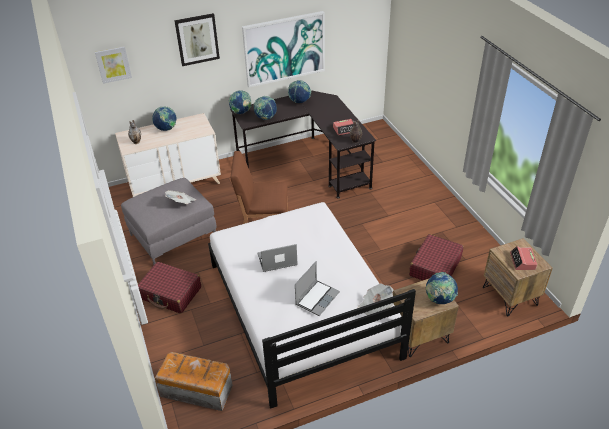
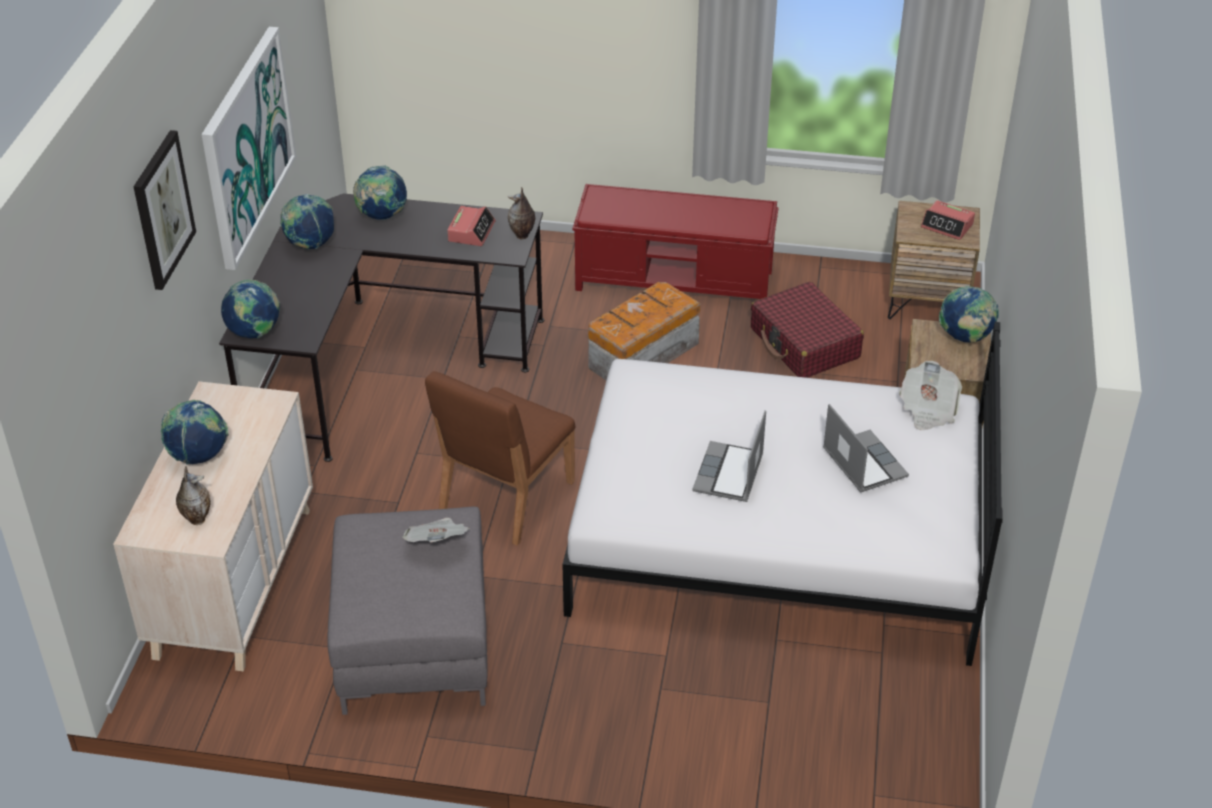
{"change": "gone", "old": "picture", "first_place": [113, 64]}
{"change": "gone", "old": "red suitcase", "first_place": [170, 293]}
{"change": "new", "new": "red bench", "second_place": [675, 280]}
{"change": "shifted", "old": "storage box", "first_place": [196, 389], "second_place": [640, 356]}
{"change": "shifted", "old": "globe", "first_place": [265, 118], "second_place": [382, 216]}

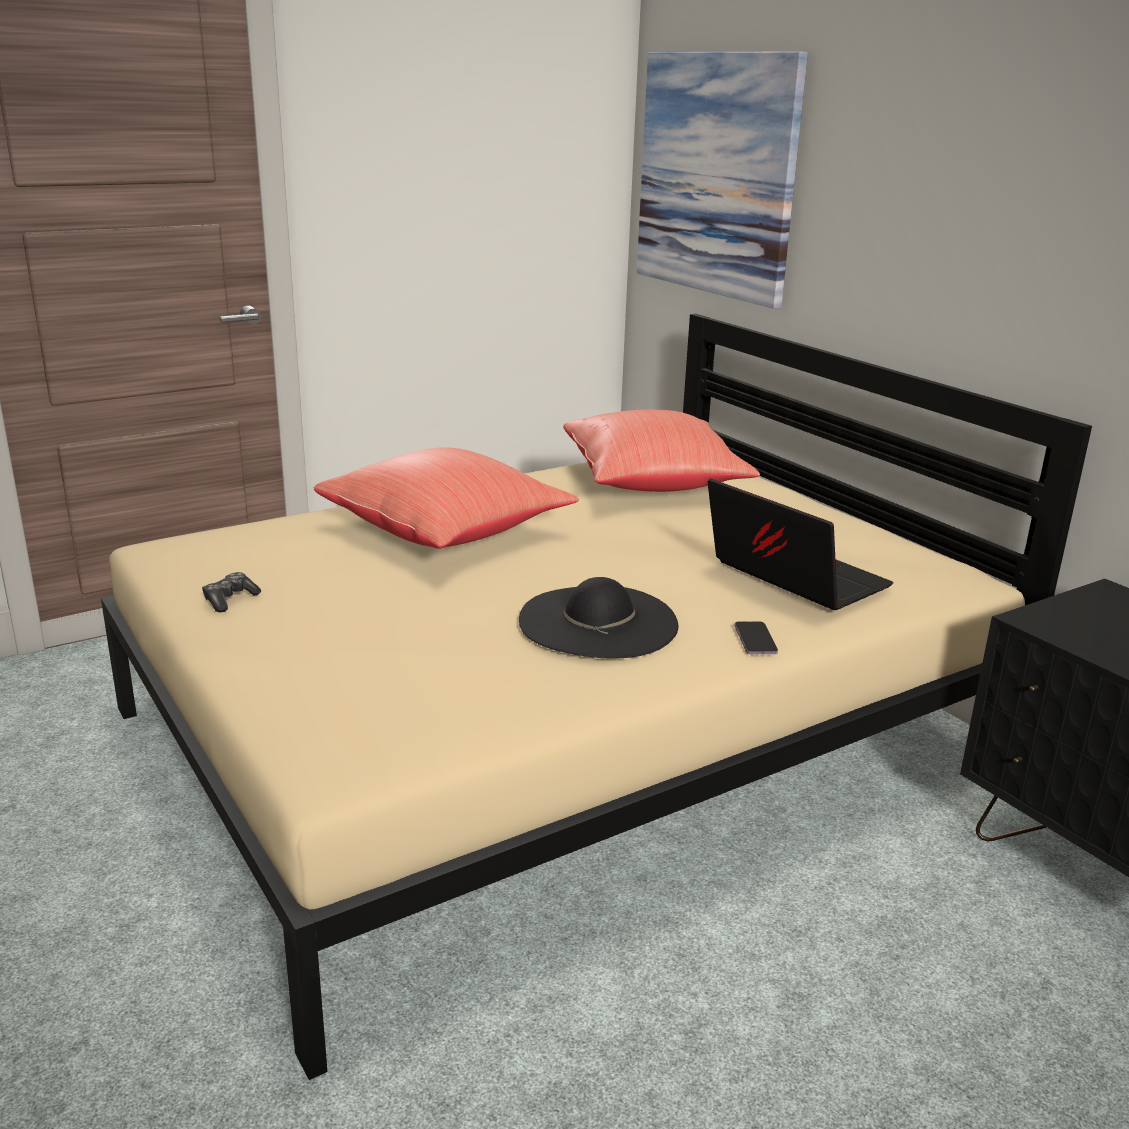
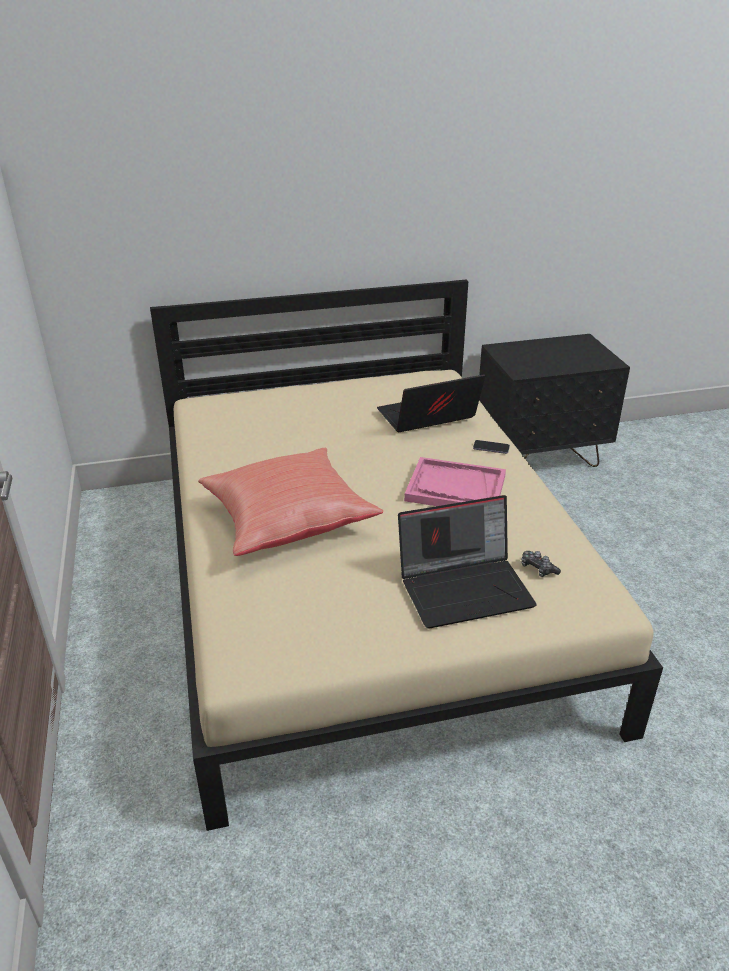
{"change": "gone", "old": "red pillow", "first_place": [654, 483]}
{"change": "gone", "old": "picture", "first_place": [716, 175]}
{"change": "new", "new": "laptop", "second_place": [465, 587]}
{"change": "shifted", "old": "game controller", "first_place": [230, 600], "second_place": [538, 569]}
{"change": "swapped", "old": "black hat", "new": "pink tray", "first_place": [598, 621], "second_place": [455, 488]}

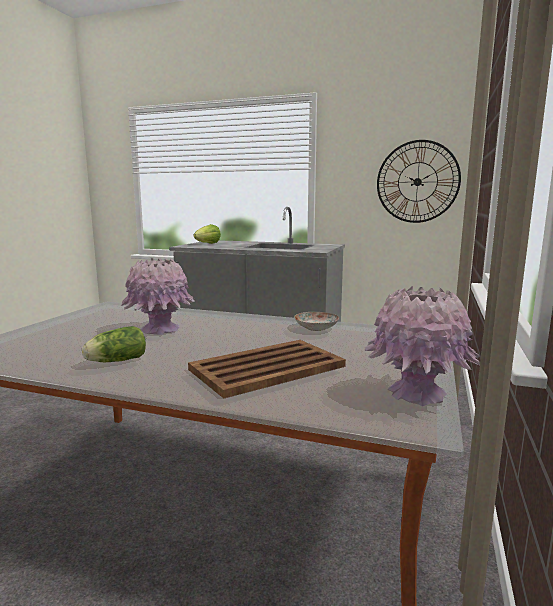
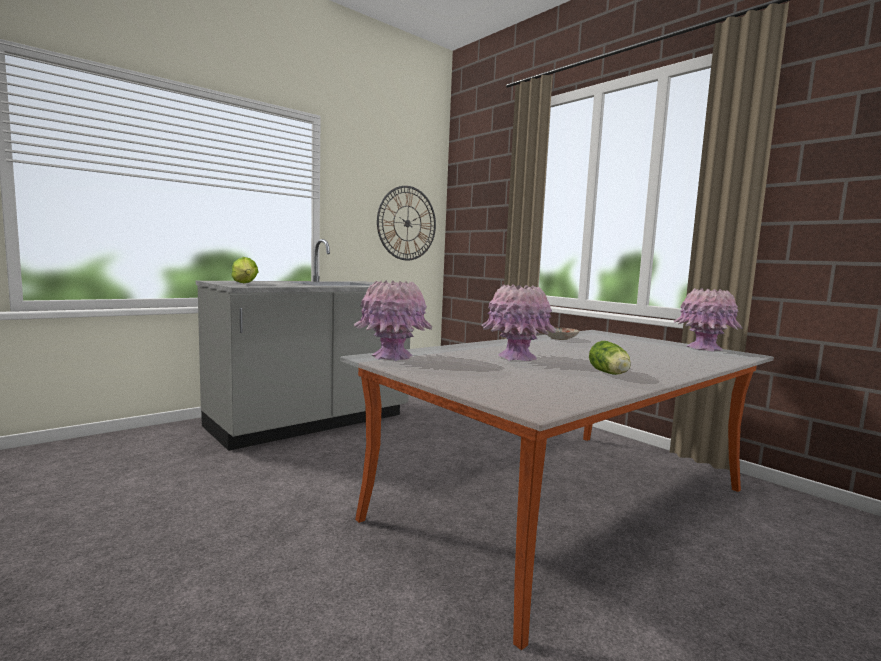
{"change": "gone", "old": "brown tray", "first_place": [269, 368]}
{"change": "new", "new": "pink vase", "second_place": [392, 356]}

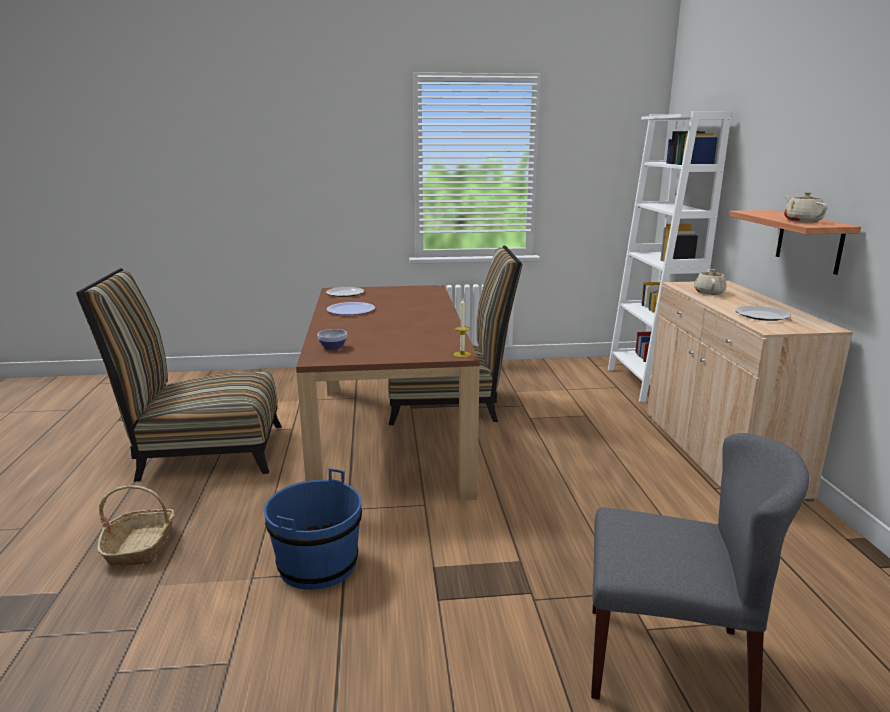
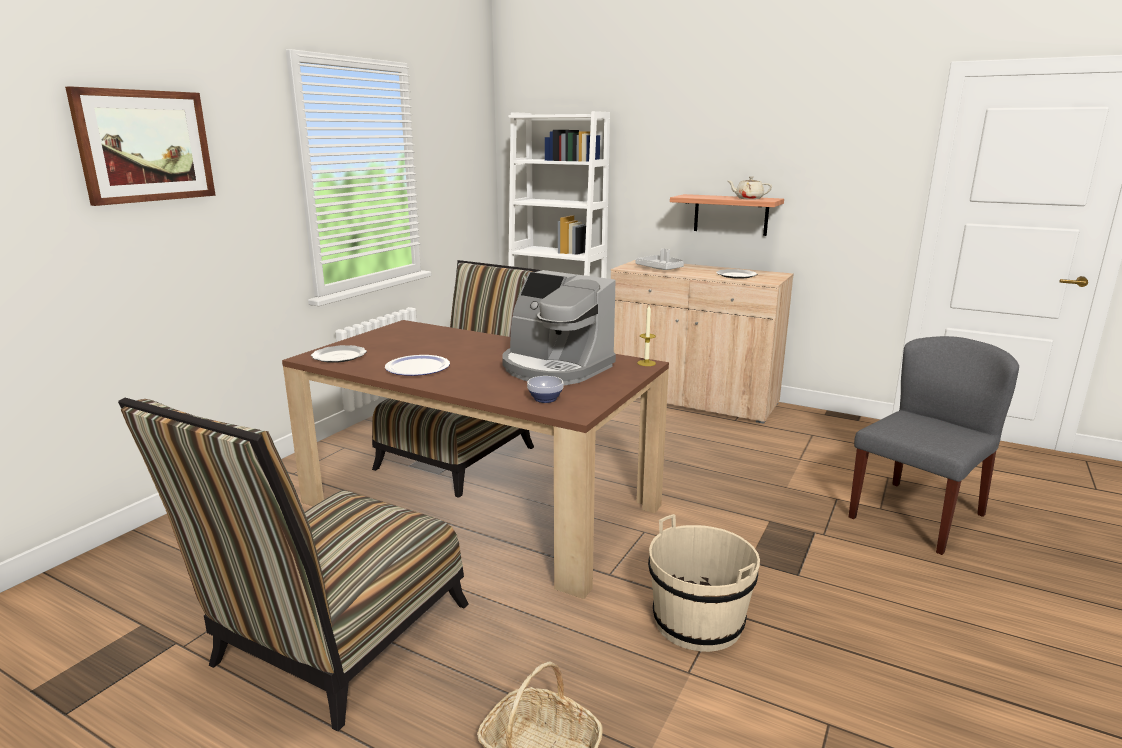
{"change": "new", "new": "picture", "second_place": [145, 146]}
{"change": "new", "new": "coffee machine", "second_place": [555, 368]}
{"change": "swapped", "old": "beige teapot", "new": "grey tray", "first_place": [709, 292], "second_place": [660, 269]}
{"change": "repainted", "old": "blue bucket", "new": "beige bucket", "first_place": [318, 565], "second_place": [698, 622]}

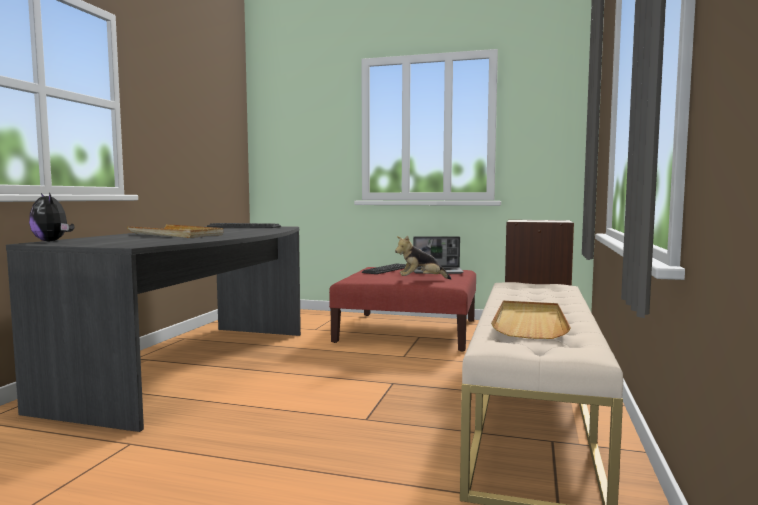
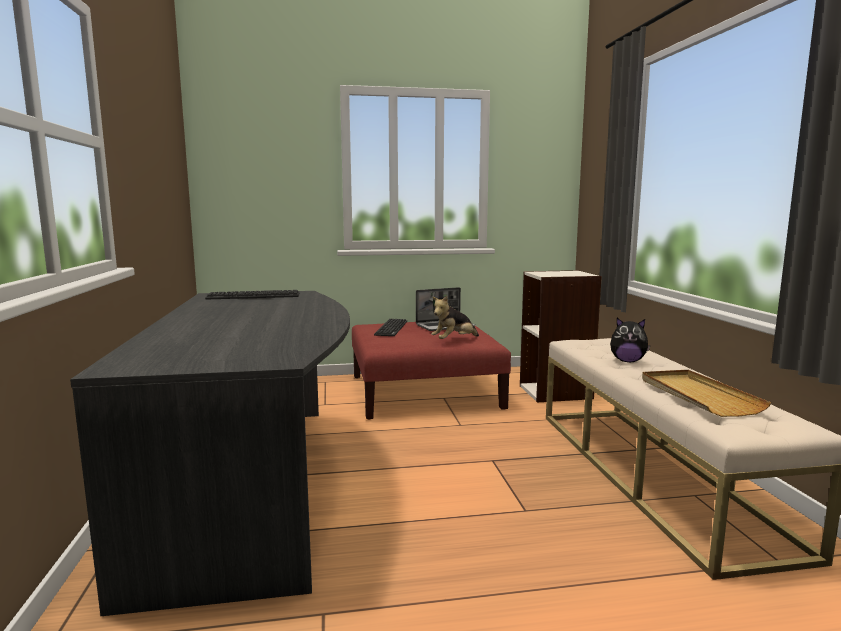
{"change": "gone", "old": "beige tray", "first_place": [176, 235]}
{"change": "shifted", "old": "plush toy", "first_place": [52, 241], "second_place": [627, 361]}

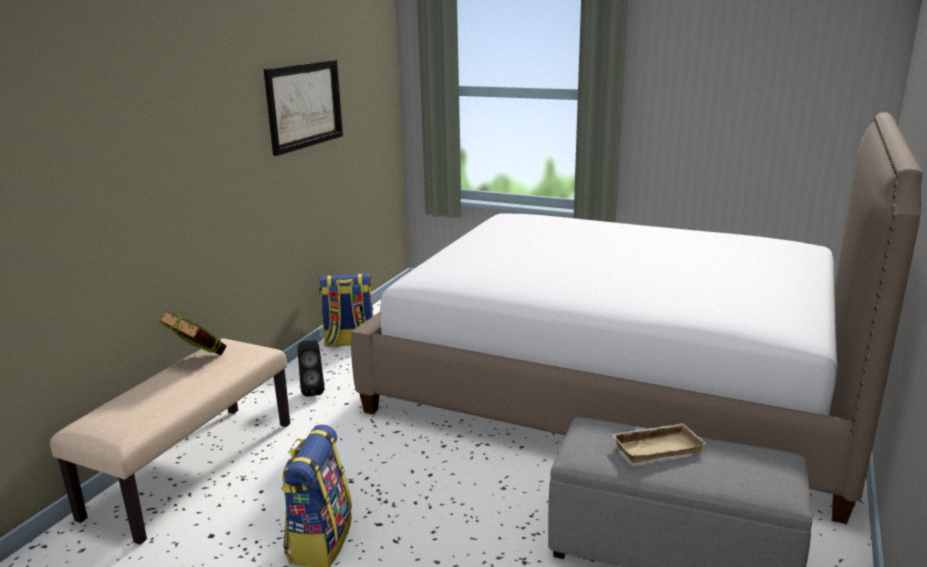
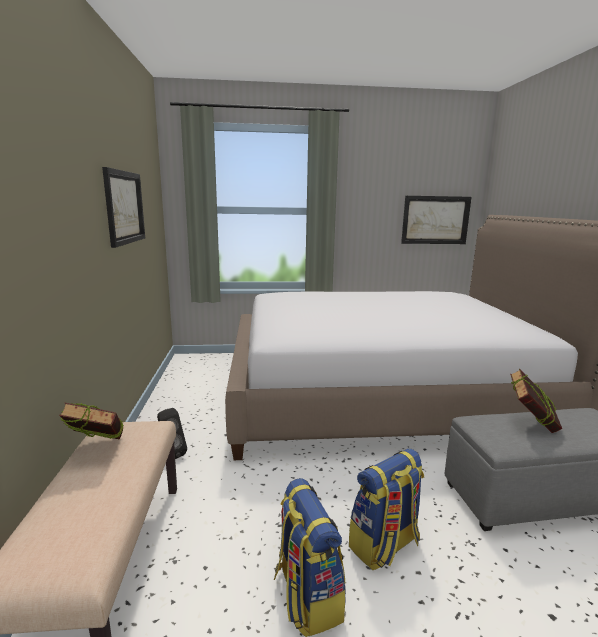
{"change": "new", "new": "picture", "second_place": [435, 220]}
{"change": "shifted", "old": "backpack", "first_place": [349, 342], "second_place": [384, 545]}
{"change": "swapped", "old": "beige tray", "new": "book", "first_place": [657, 446], "second_place": [530, 424]}

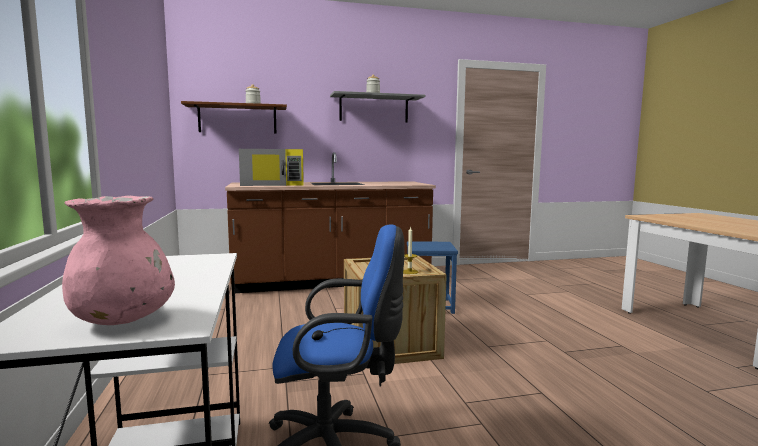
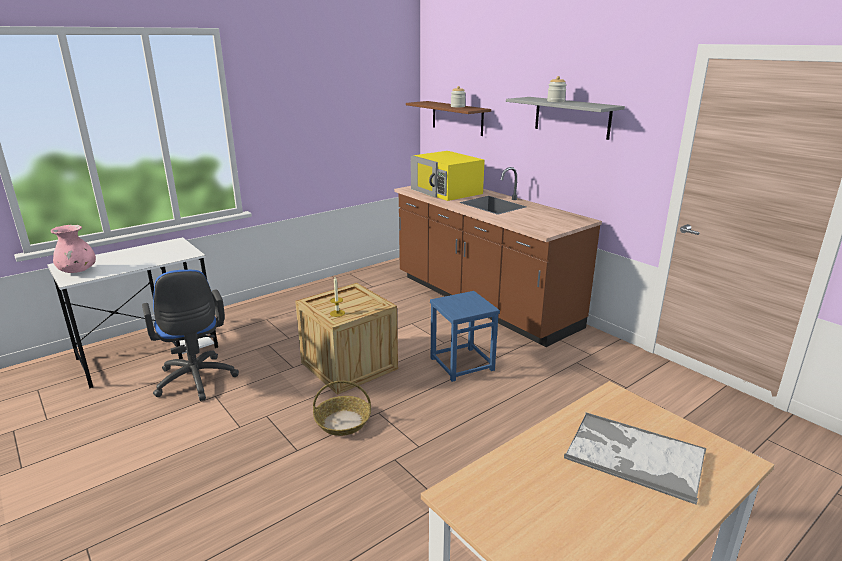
{"change": "new", "new": "basket", "second_place": [343, 422]}
{"change": "new", "new": "tray", "second_place": [633, 456]}

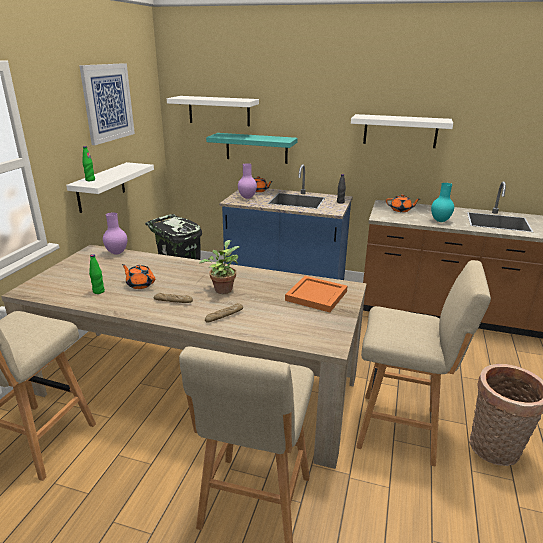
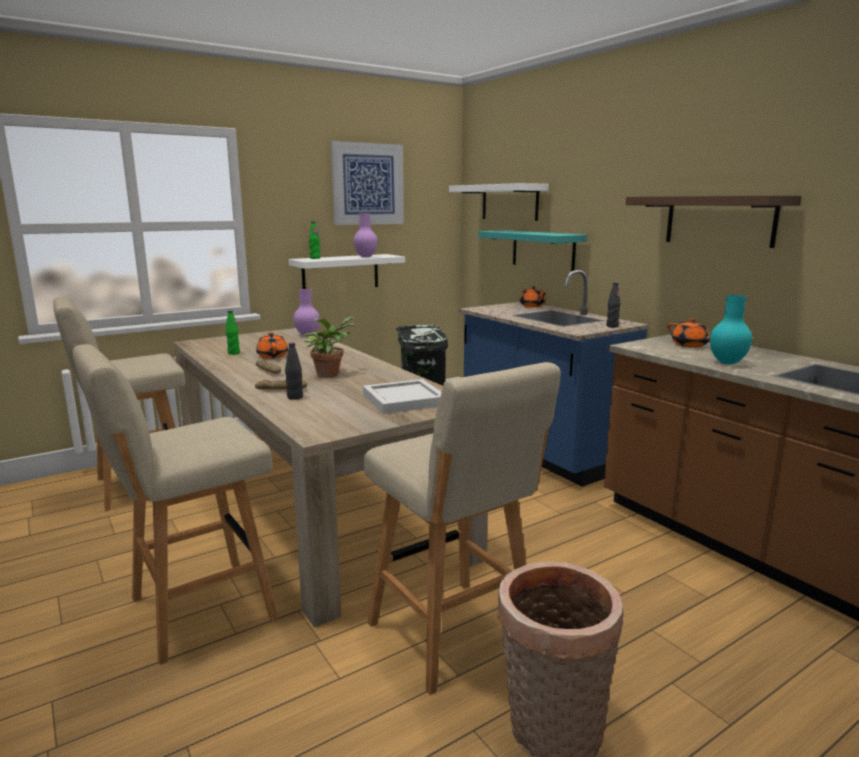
{"change": "new", "new": "black bottle", "second_place": [295, 397]}
{"change": "shifted", "old": "purple vase", "first_place": [247, 198], "second_place": [365, 257]}
{"change": "repainted", "old": "orange tray", "new": "white tray", "first_place": [317, 296], "second_place": [403, 400]}
{"change": "repainted", "old": "white shelf", "new": "brown shelf", "first_place": [400, 131], "second_place": [719, 220]}

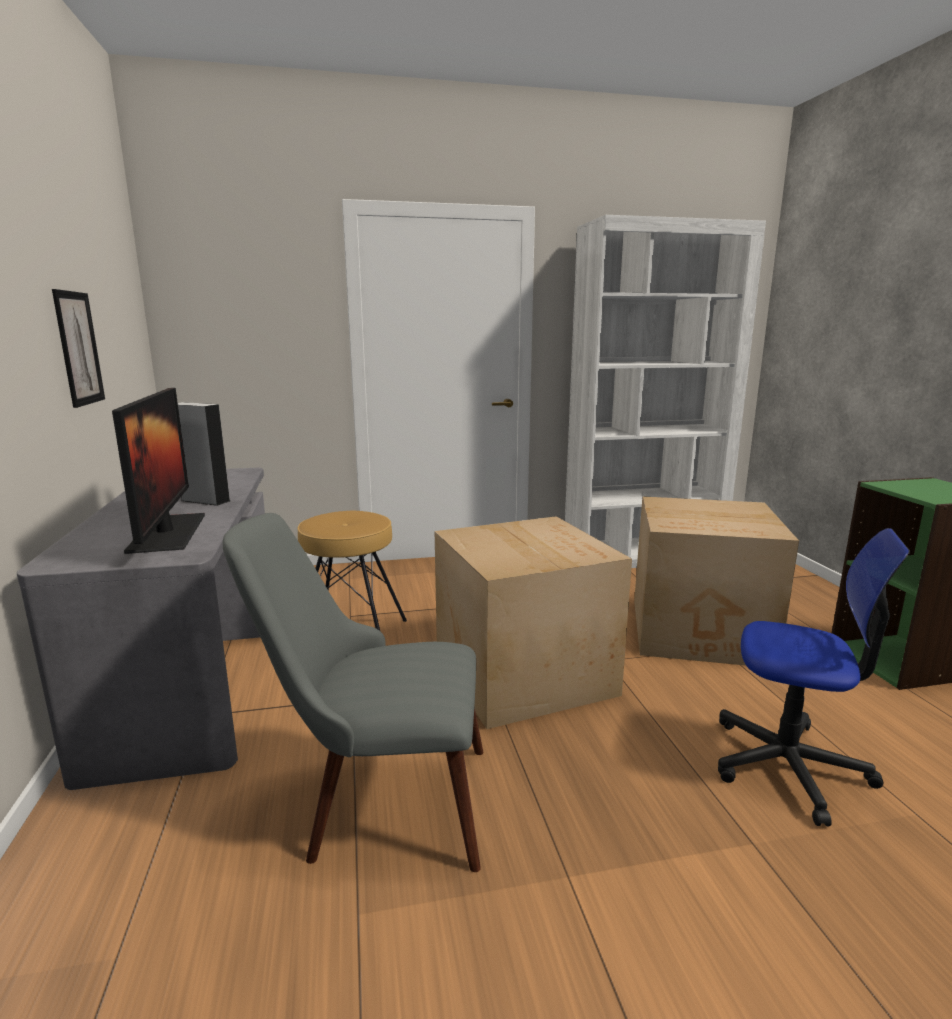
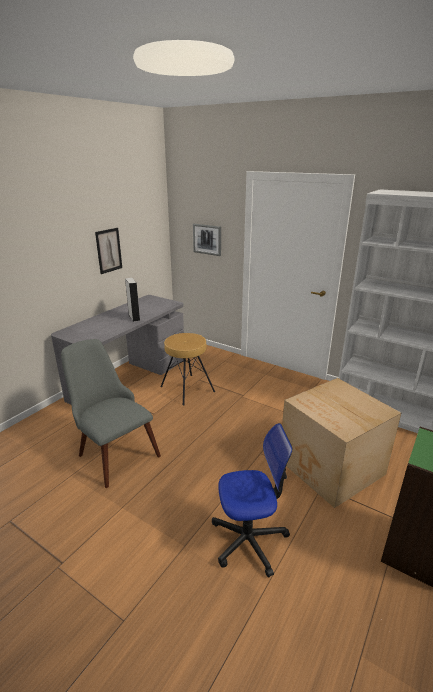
{"change": "gone", "old": "monitor", "first_place": [168, 532]}
{"change": "gone", "old": "cardboard box", "first_place": [524, 672]}
{"change": "new", "new": "picture", "second_place": [207, 239]}
{"change": "rotated", "old": "office chair", "first_place": [789, 765], "second_place": [249, 540], "degrees": -75}

